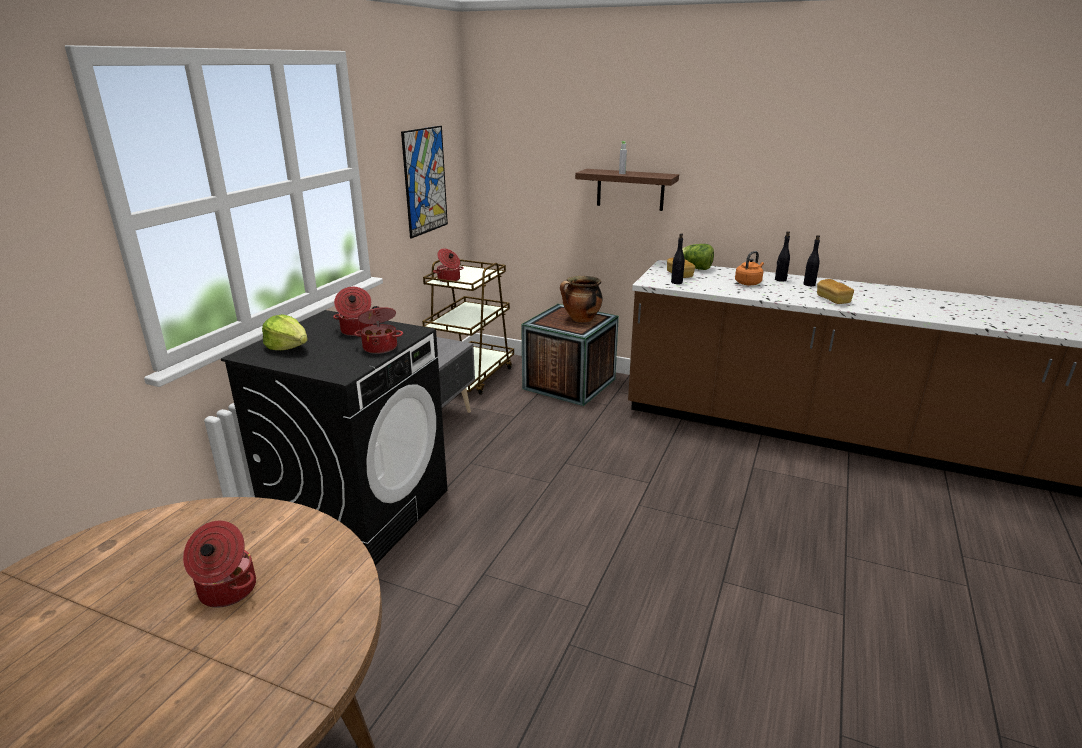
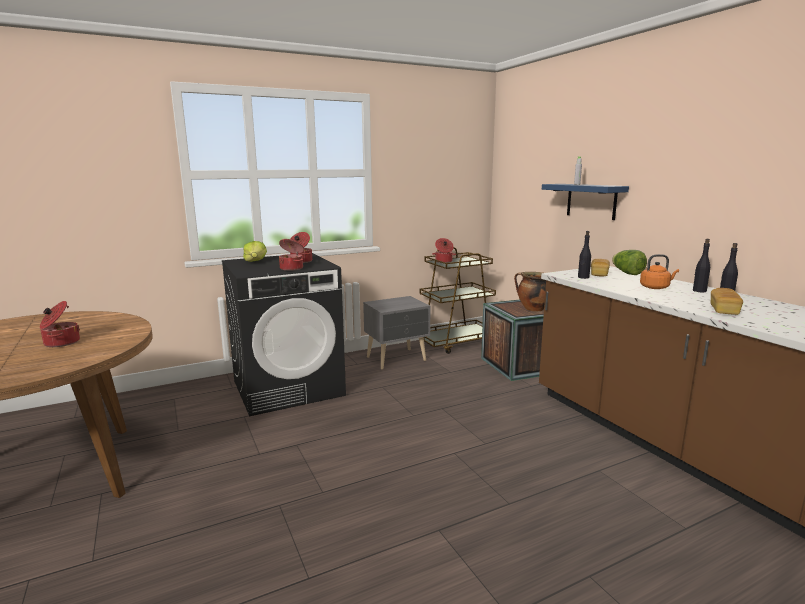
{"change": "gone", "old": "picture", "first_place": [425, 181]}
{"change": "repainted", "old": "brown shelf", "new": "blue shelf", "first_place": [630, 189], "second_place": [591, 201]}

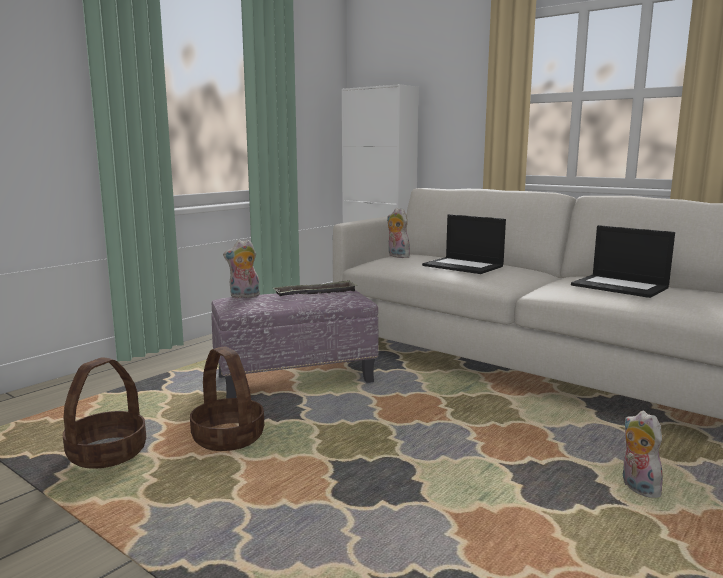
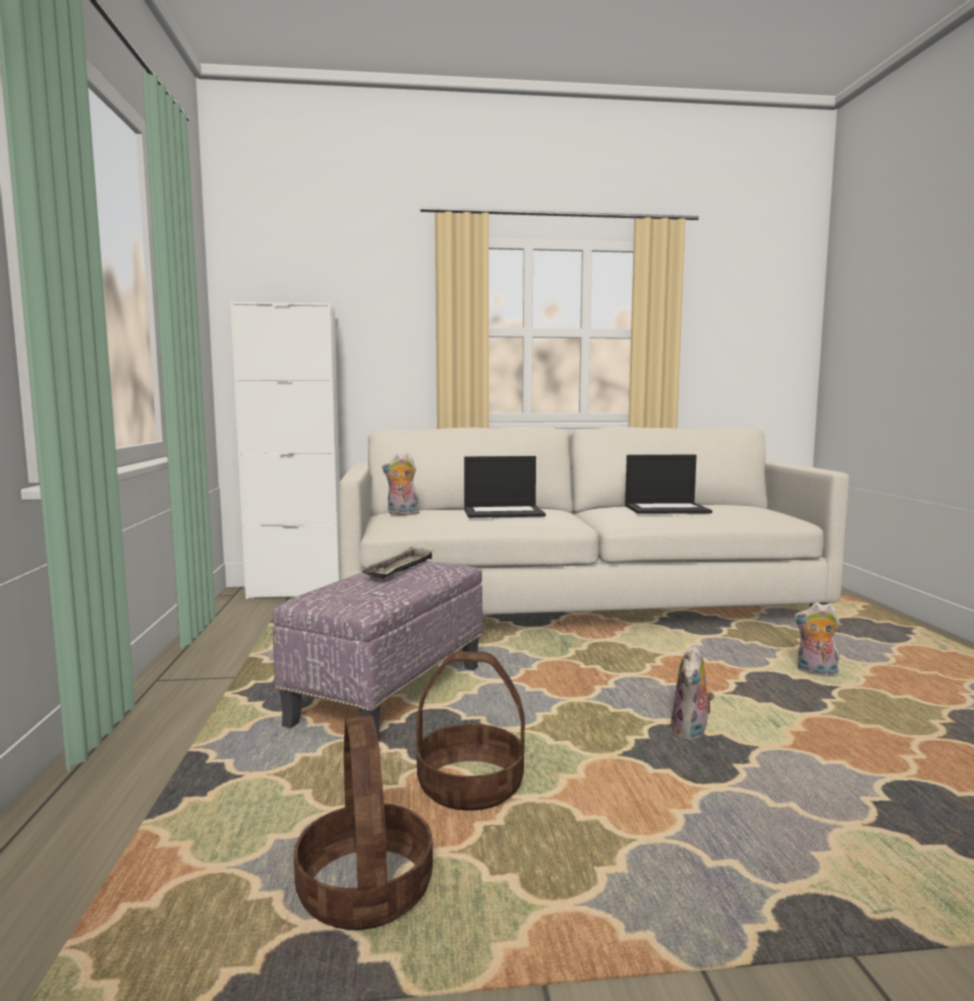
{"change": "shifted", "old": "plush toy", "first_place": [244, 296], "second_place": [691, 734]}

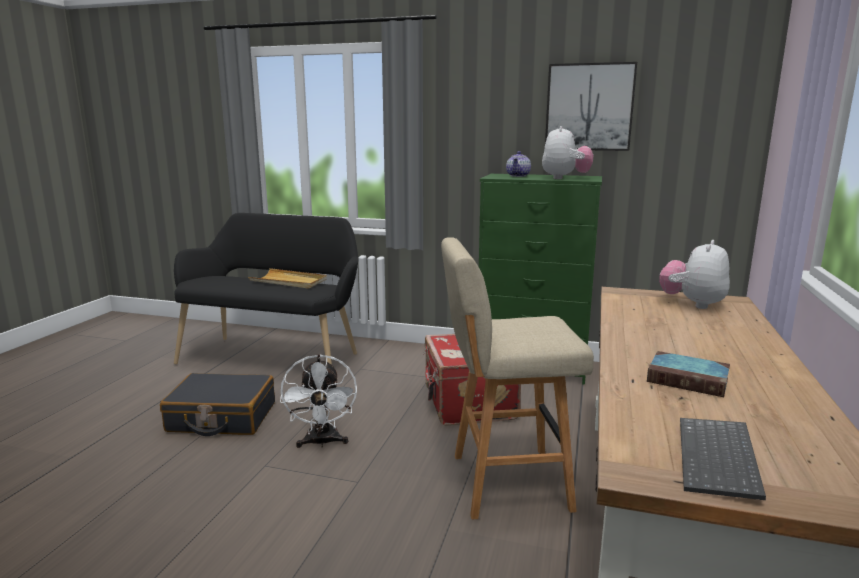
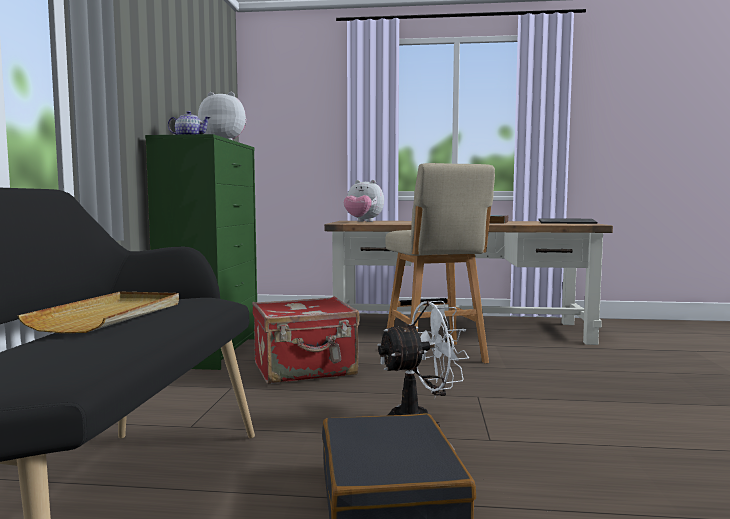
{"change": "gone", "old": "picture", "first_place": [589, 107]}

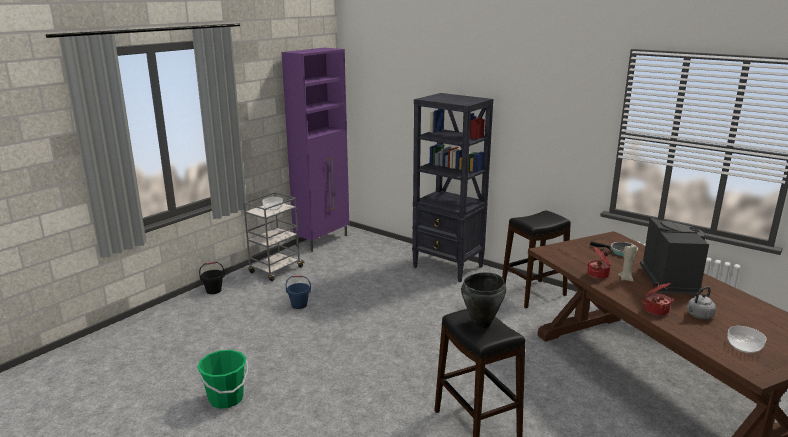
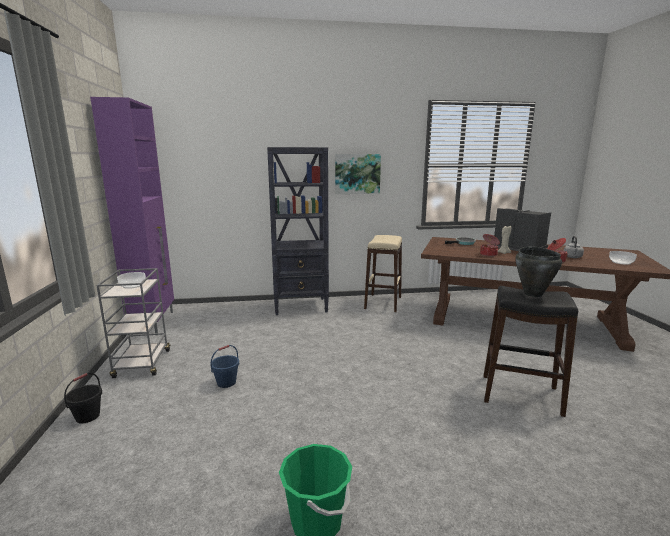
{"change": "new", "new": "picture", "second_place": [357, 174]}
{"change": "repainted", "old": "black stool", "new": "beige stool", "first_place": [533, 293], "second_place": [383, 302]}

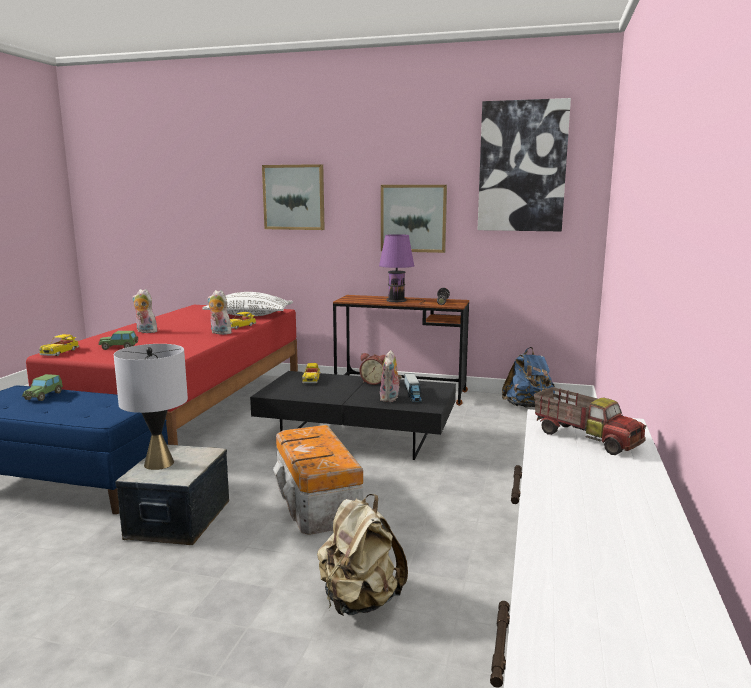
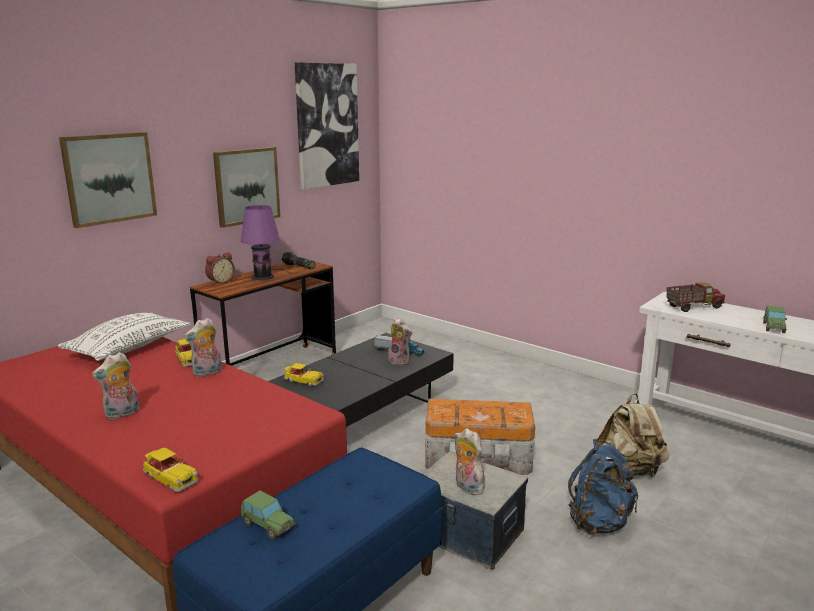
{"change": "shifted", "old": "toy car", "first_place": [119, 347], "second_place": [773, 327]}
{"change": "shifted", "old": "alarm clock", "first_place": [374, 382], "second_place": [220, 281]}
{"change": "shifted", "old": "blue backpack", "first_place": [528, 406], "second_place": [599, 522]}
{"change": "swapped", "old": "grey table lamp", "new": "plush toy", "first_place": [159, 463], "second_place": [466, 487]}

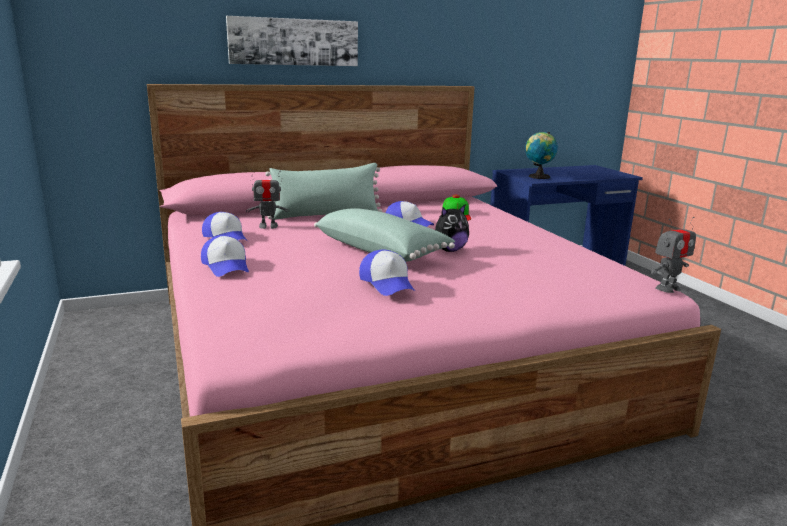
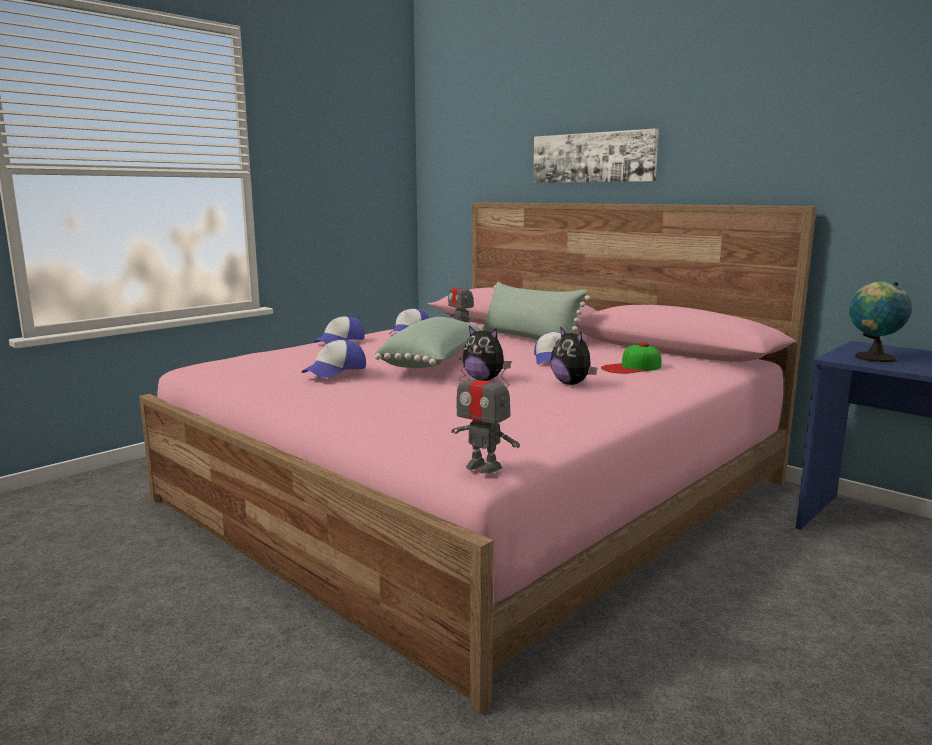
{"change": "new", "new": "plush toy", "second_place": [572, 383]}

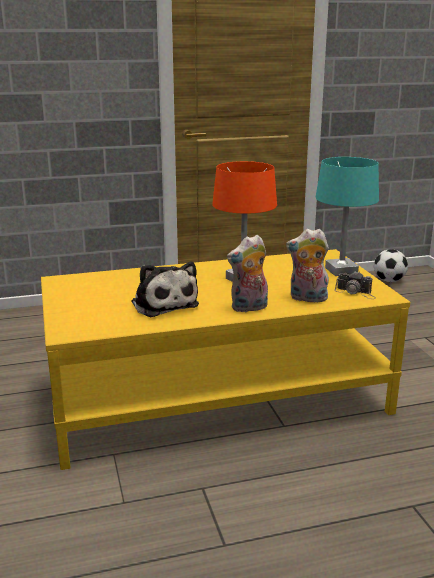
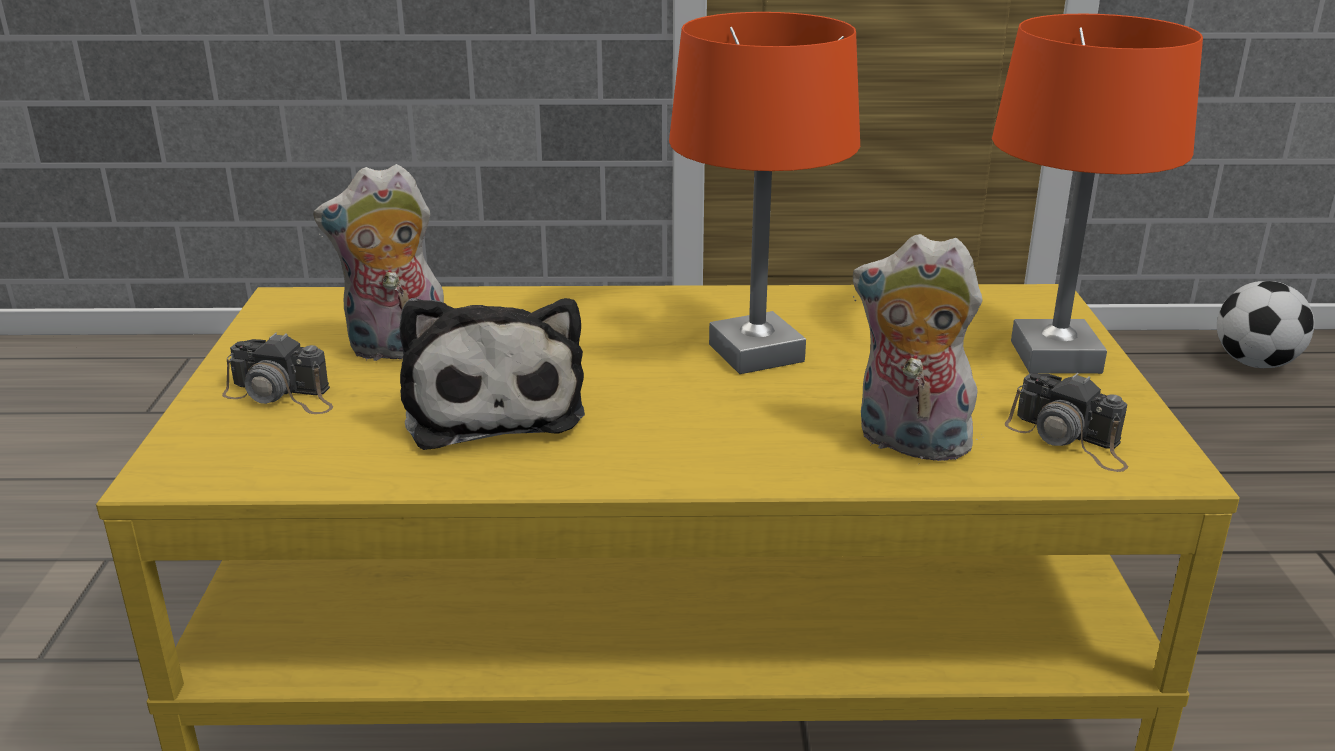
{"change": "new", "new": "photo camera", "second_place": [282, 395]}
{"change": "shifted", "old": "plush toy", "first_place": [249, 308], "second_place": [396, 351]}
{"change": "repainted", "old": "turquoise table lamp", "new": "orange table lamp", "first_place": [341, 271], "second_place": [1054, 357]}

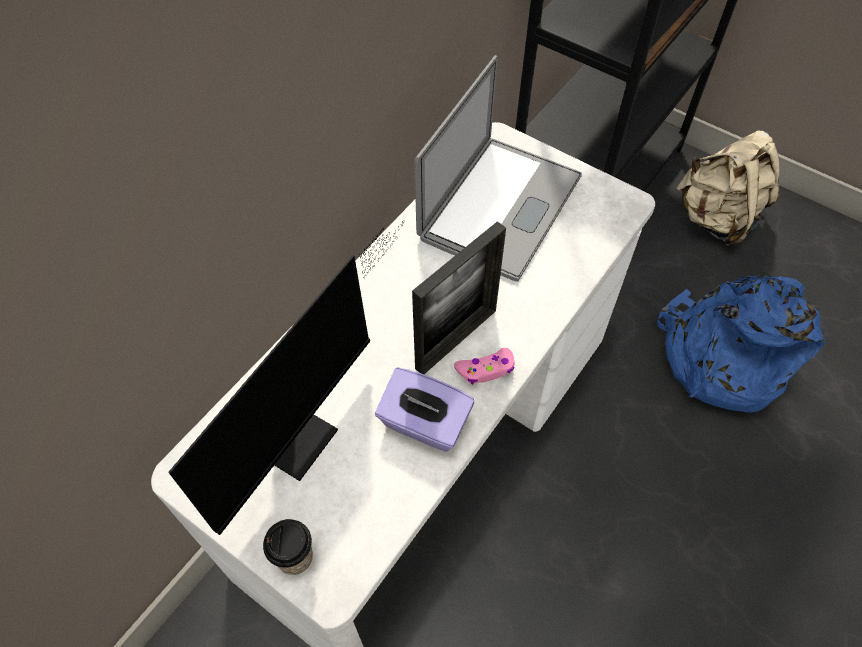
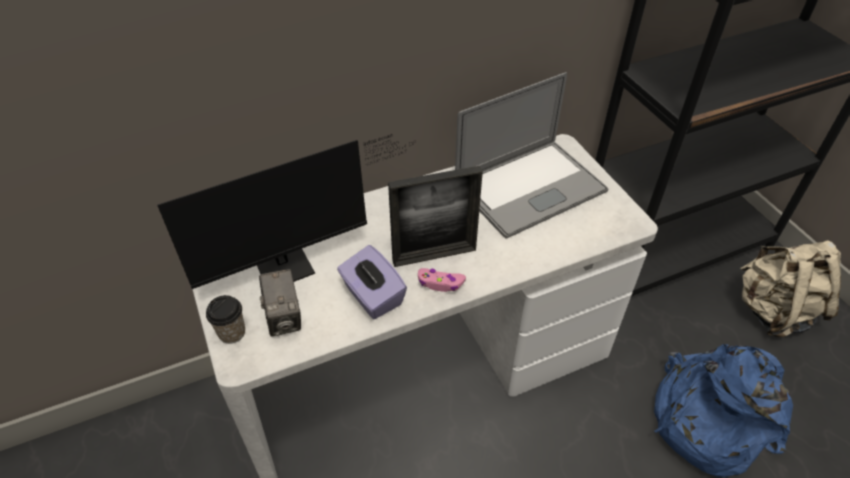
{"change": "new", "new": "photo camera", "second_place": [284, 318]}

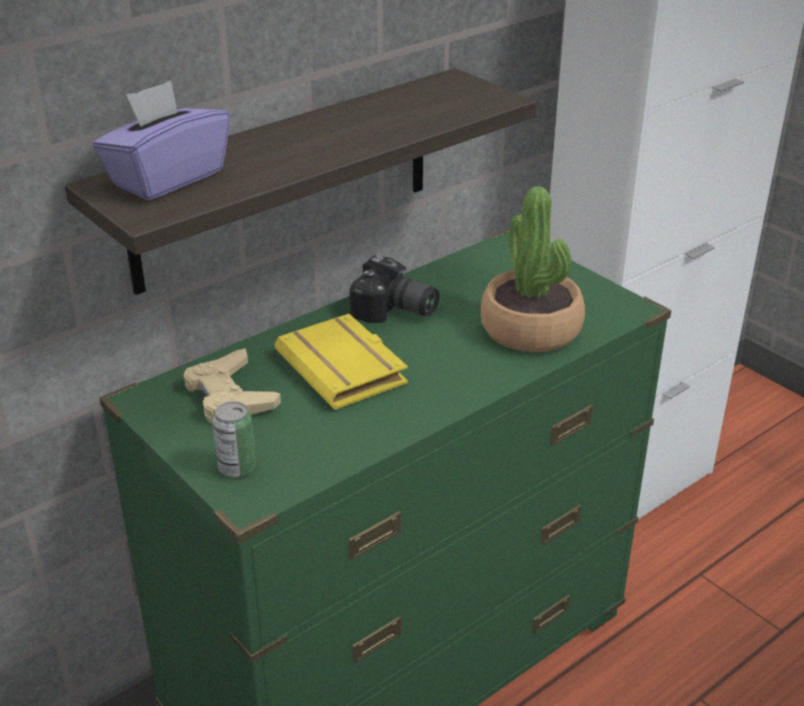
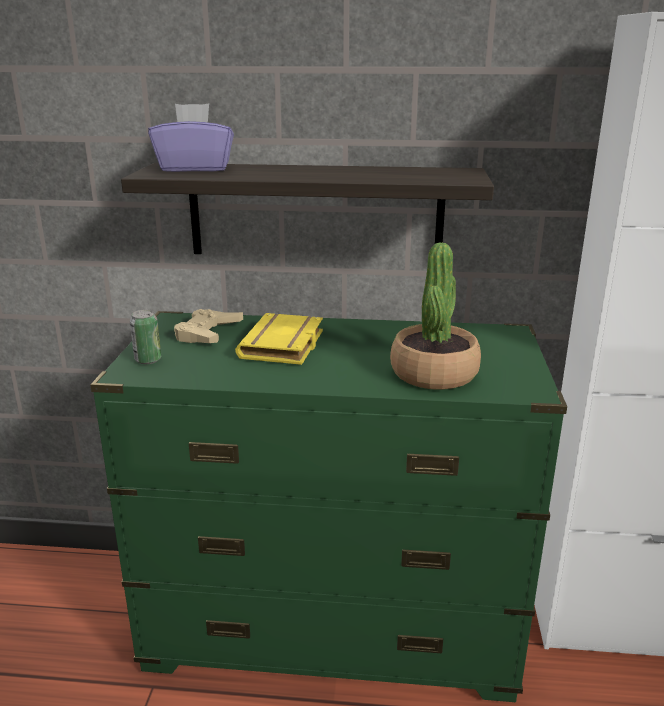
{"change": "gone", "old": "photo camera", "first_place": [394, 312]}

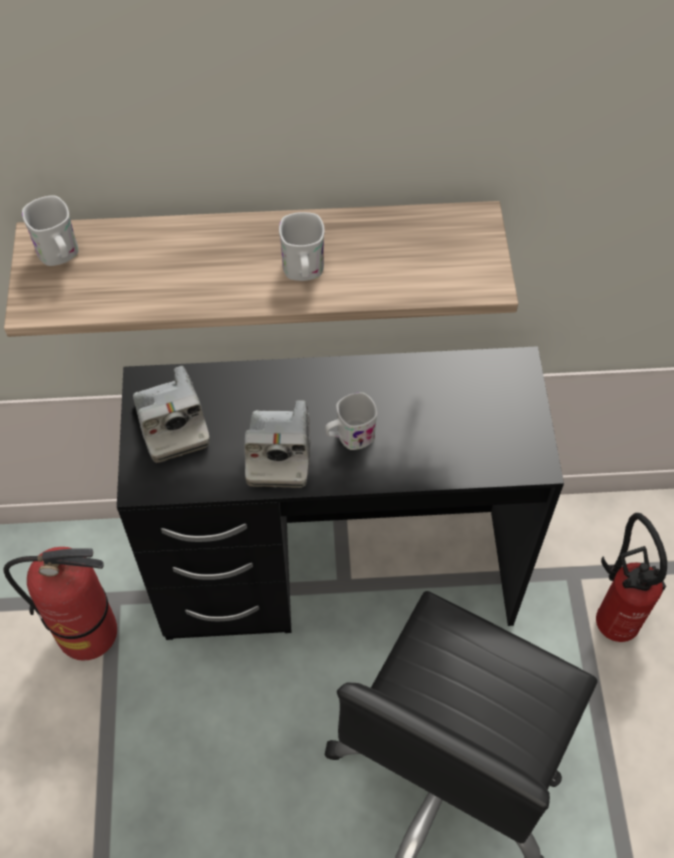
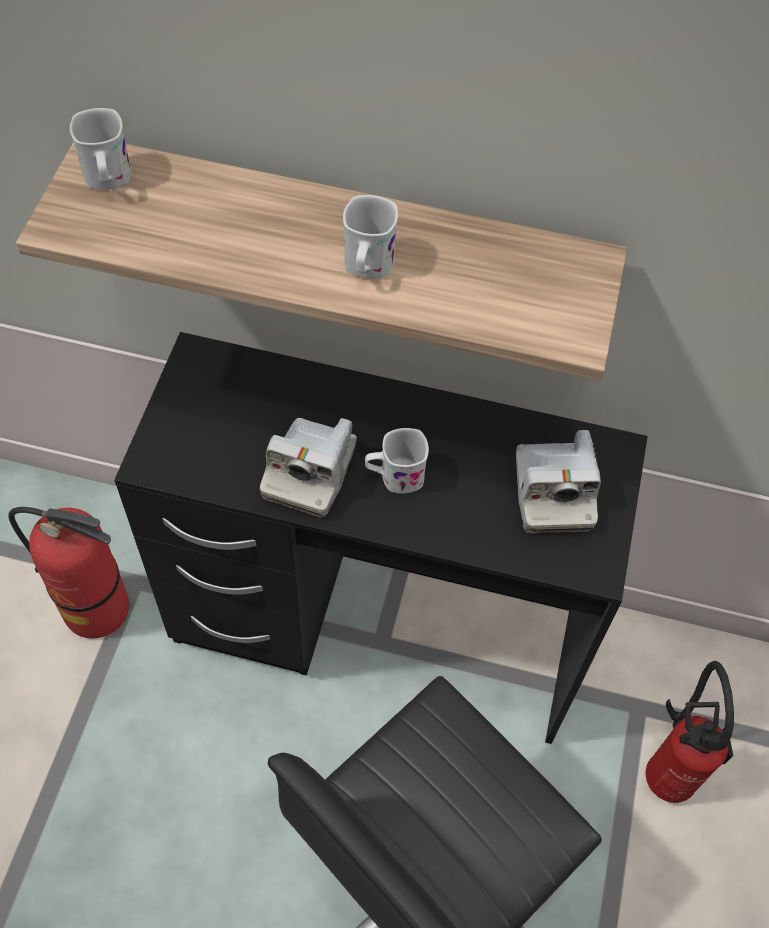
{"change": "shifted", "old": "photo camera", "first_place": [172, 424], "second_place": [552, 492]}

